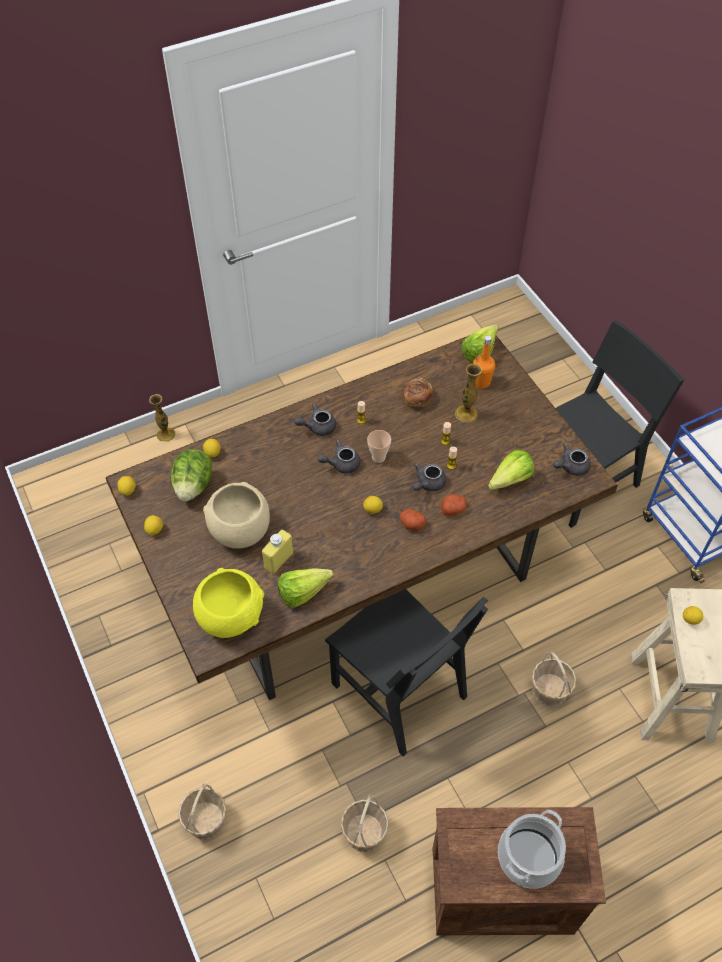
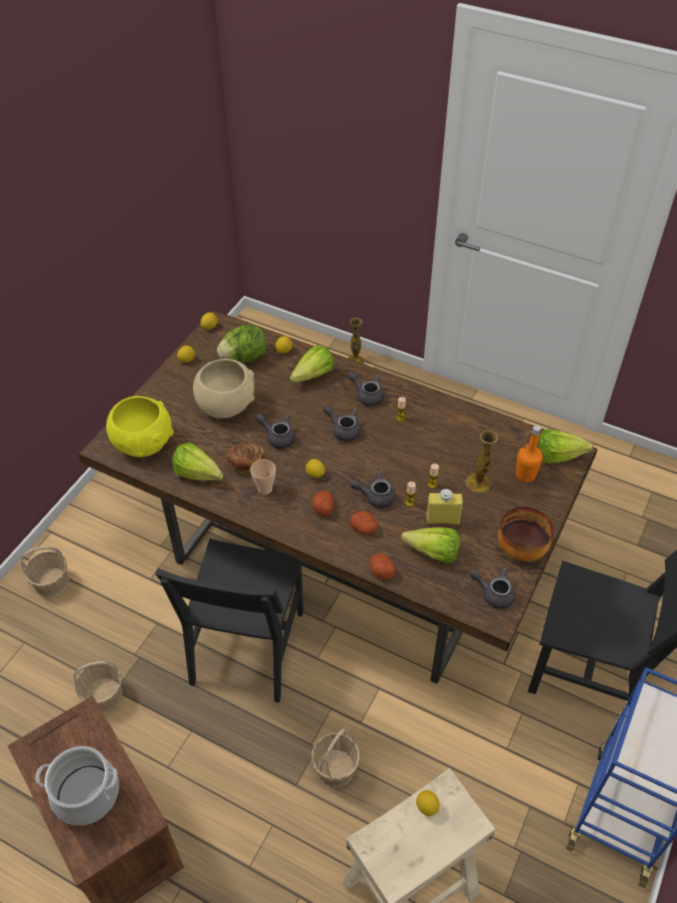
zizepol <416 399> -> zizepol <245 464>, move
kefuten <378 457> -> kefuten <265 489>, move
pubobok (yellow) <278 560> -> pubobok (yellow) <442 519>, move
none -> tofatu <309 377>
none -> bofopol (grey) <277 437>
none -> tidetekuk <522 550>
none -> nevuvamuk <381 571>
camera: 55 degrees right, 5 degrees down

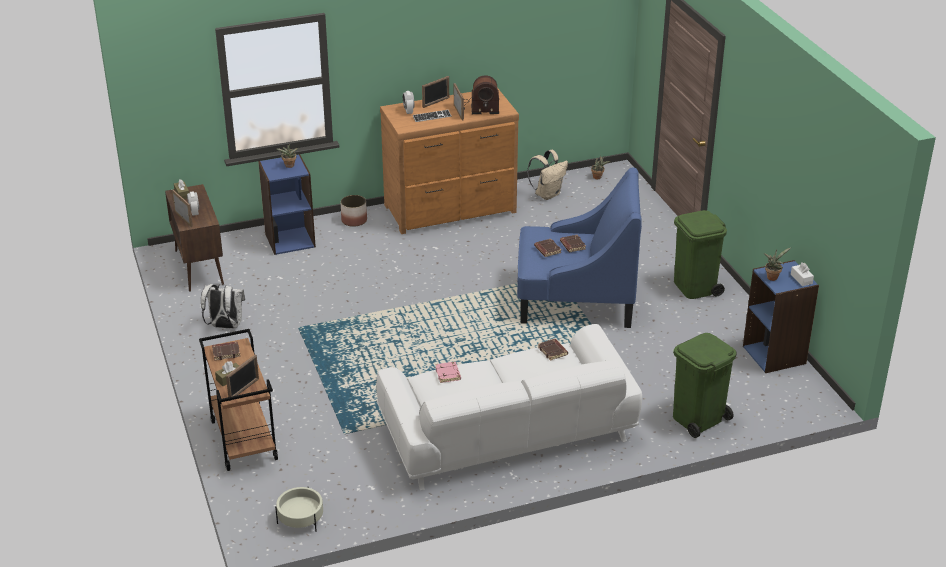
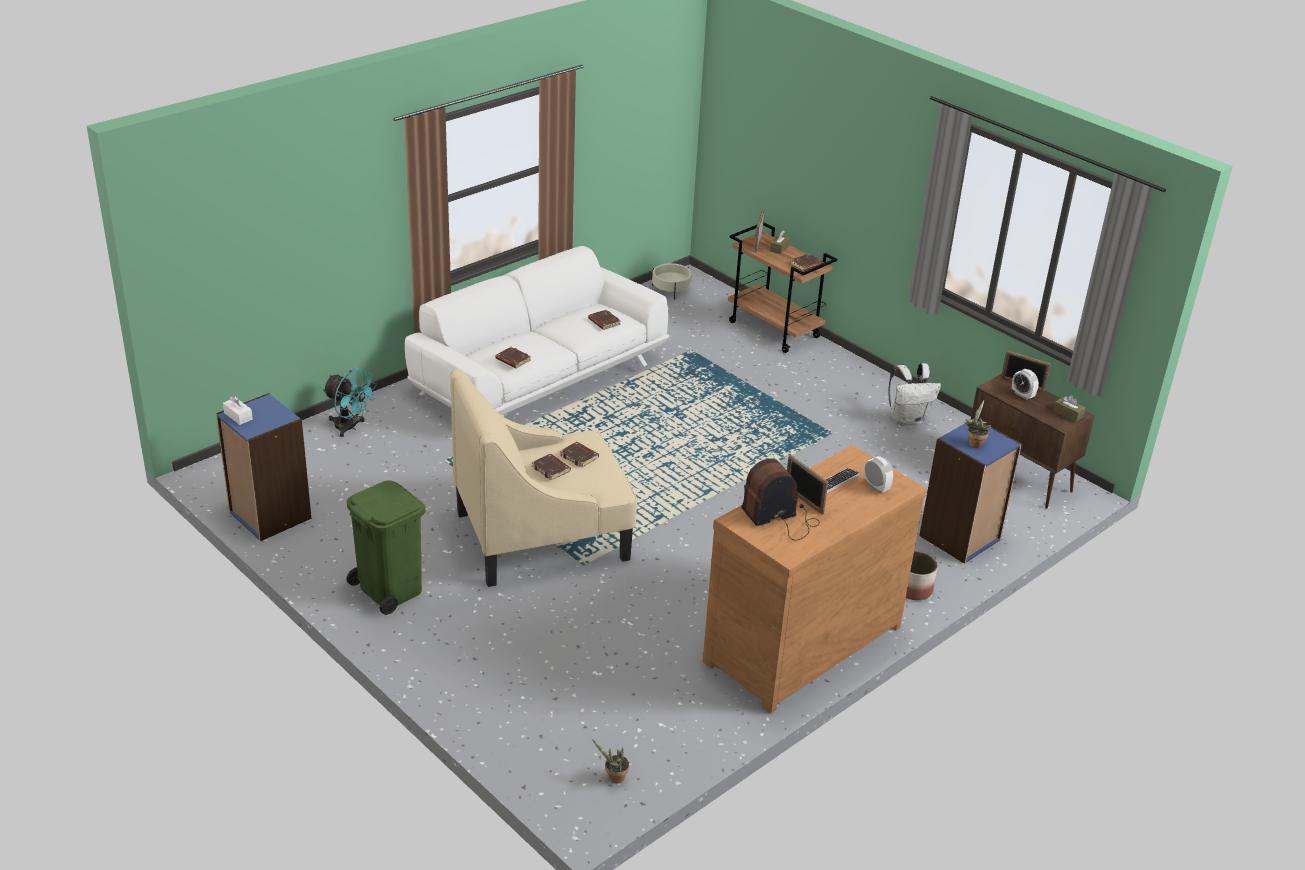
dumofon <436 102> -> none
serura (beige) <547 194> -> none
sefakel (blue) <574 299> -> sefakel (beige) <543 535>
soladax <772 277> -> none
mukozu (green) <698 419> -> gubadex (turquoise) <350 427>
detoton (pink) <448 374> -> detoton (brown) <603 322>
camera: 155 degrees right, 0 degrees up

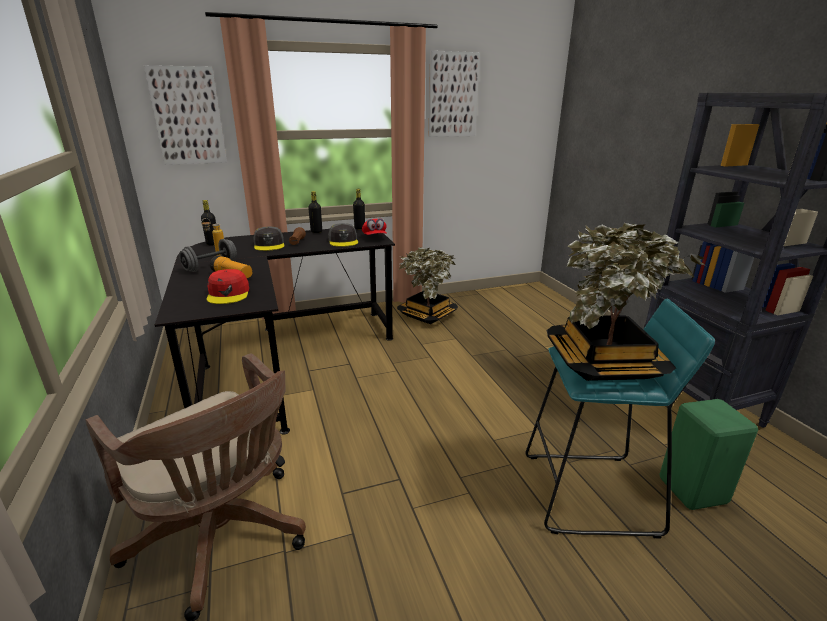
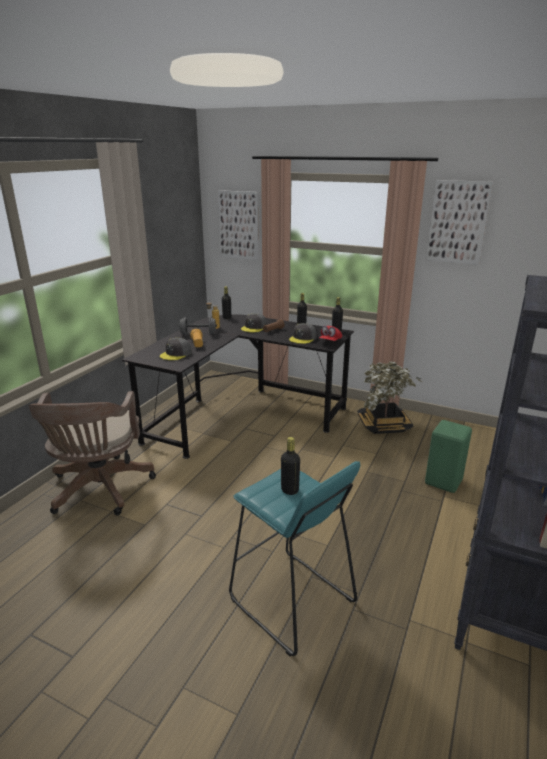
soladax <604 363> -> pubobok (black) <290 490>
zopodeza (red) <228 294> -> zopodeza (grey) <176 354>
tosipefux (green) <692 489> -> tosipefux (green) <444 481>, move
camera: 45 degrees right, 0 degrees up

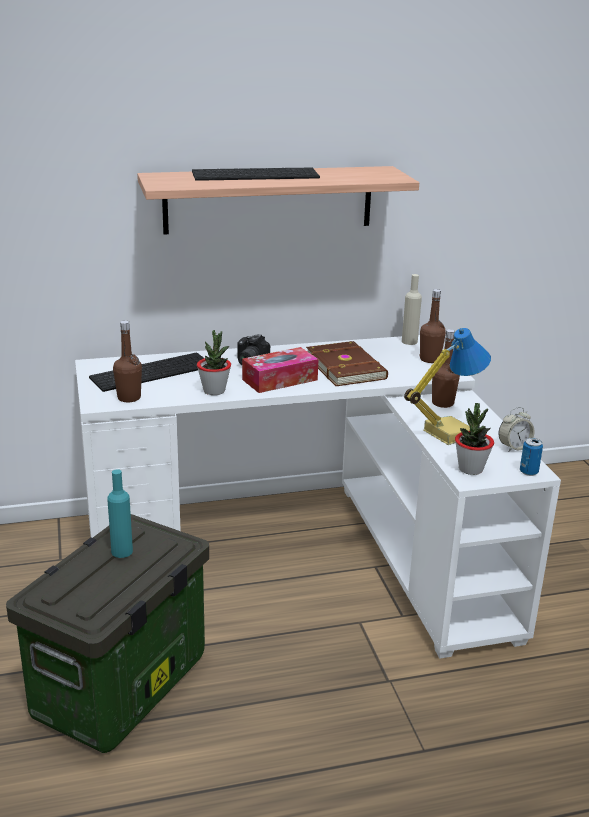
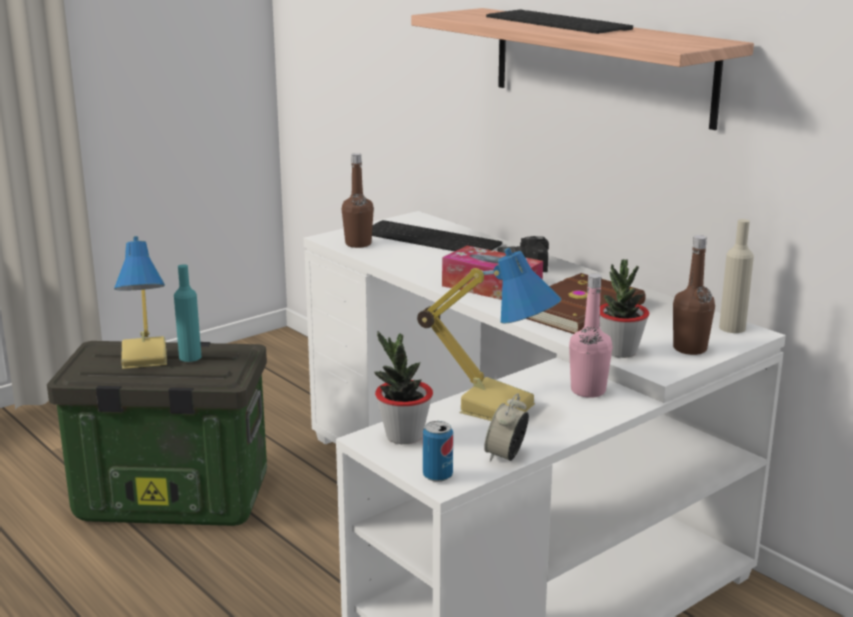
pubobok (brown) <442 403> -> pubobok (pink) <588 391>
soladax <214 391> -> soladax <620 351>, move
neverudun <514 447> -> neverudun <506 456>, 75 degrees clockwise
none -> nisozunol <147 357>
camera: 65 degrees right, 5 degrees down

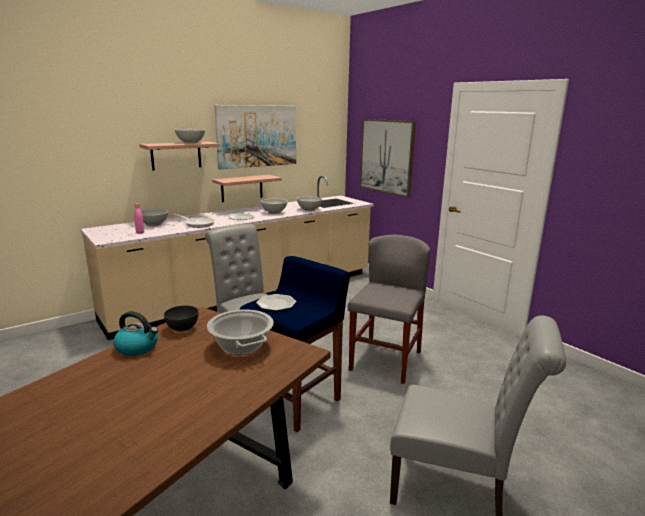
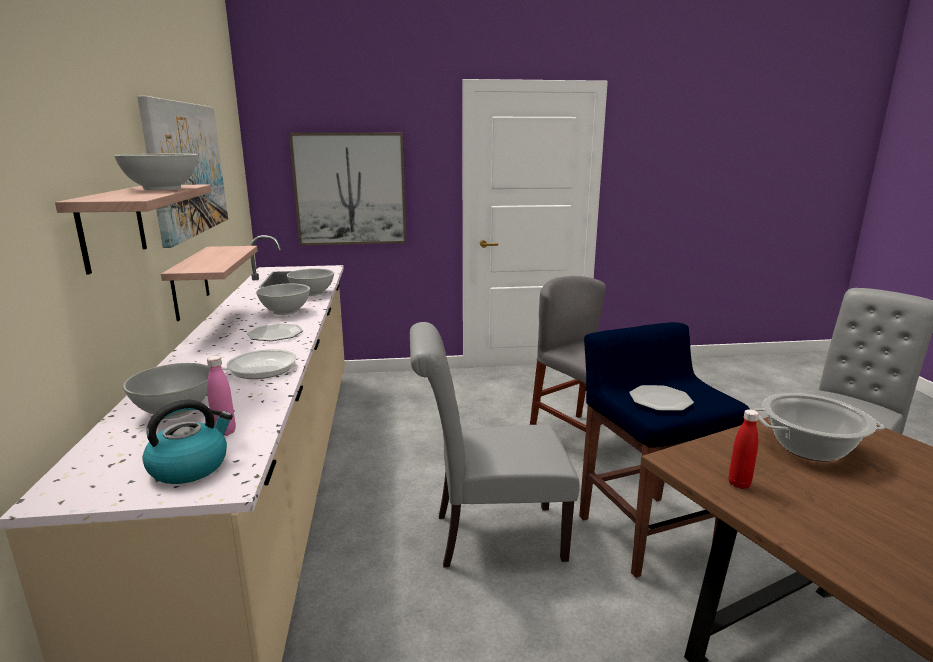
tidetekuk (grey) <182 328> -> pubobok (red) <739 484>
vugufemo <138 347> -> vugufemo <190 466>, move
camera: 60 degrees left, 0 degrees up

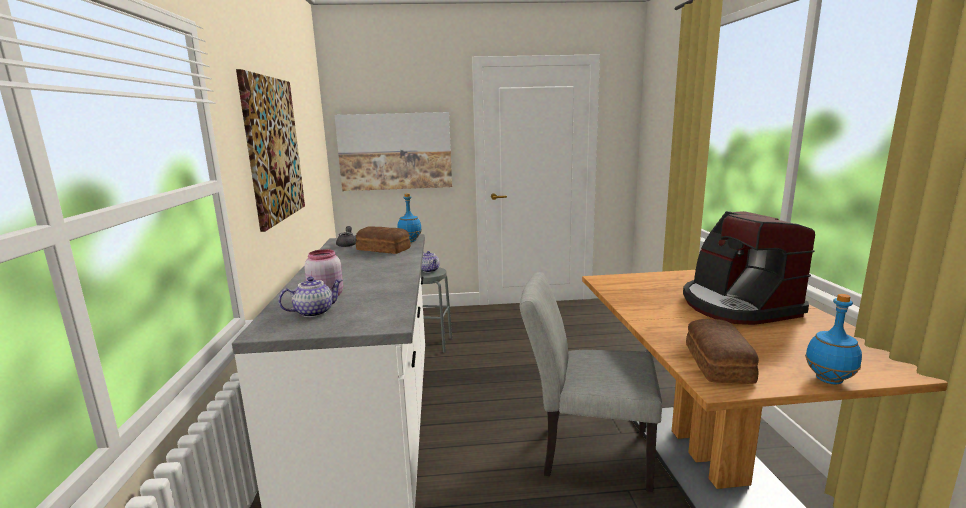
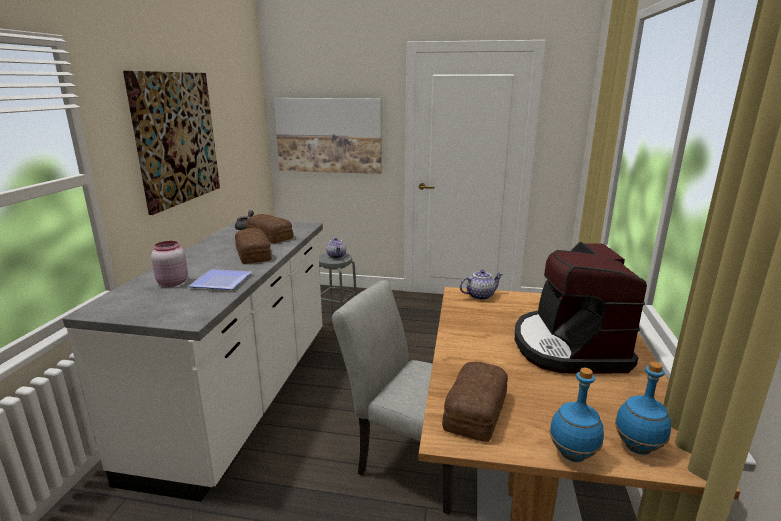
pubobok (blue) <410 241> -> pubobok (blue) <638 448>, move
bofopol <314 312> -> bofopol <480 295>, move
none -> zizepol <254 254>
none -> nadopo <223 281>
camera: 15 degrees right, 5 degrees up

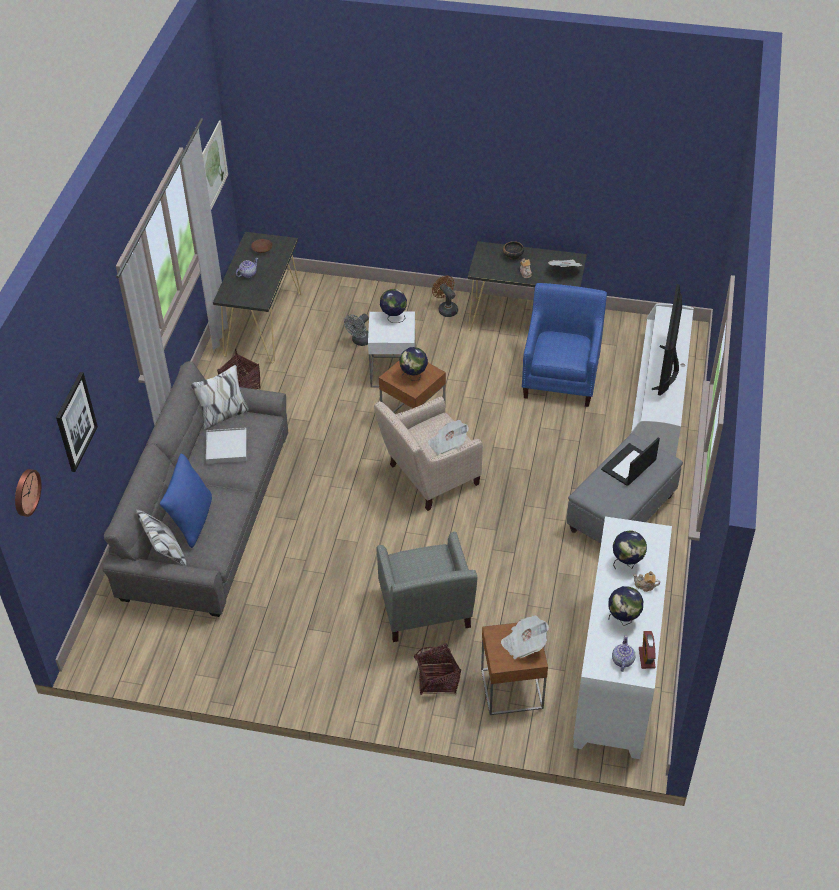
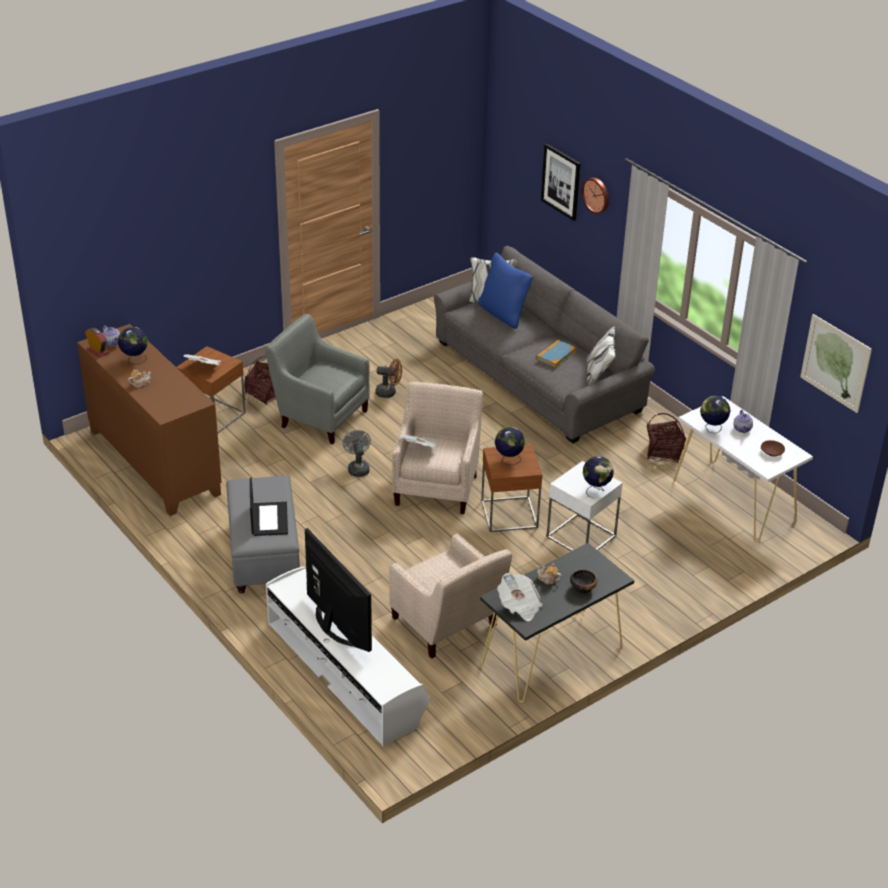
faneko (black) <263 324> -> faneko (white) <734 501>
gubadex (brown) <446 309> -> gubadex (brown) <389 393>, move
sefakel (blue) <561 378> -> sefakel (beige) <447 626>
gubadex (grey) <360 341> -> gubadex (grey) <358 468>, move
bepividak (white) <226 447> -> detoton <556 355>
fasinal <25 492> -> fasinal <596 195>, move
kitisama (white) <617 672> -> kitisama (brown) <153 462>
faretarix <627 563> -> faretarix <712 429>, move
camera: 130 degrees right, 10 degrees down

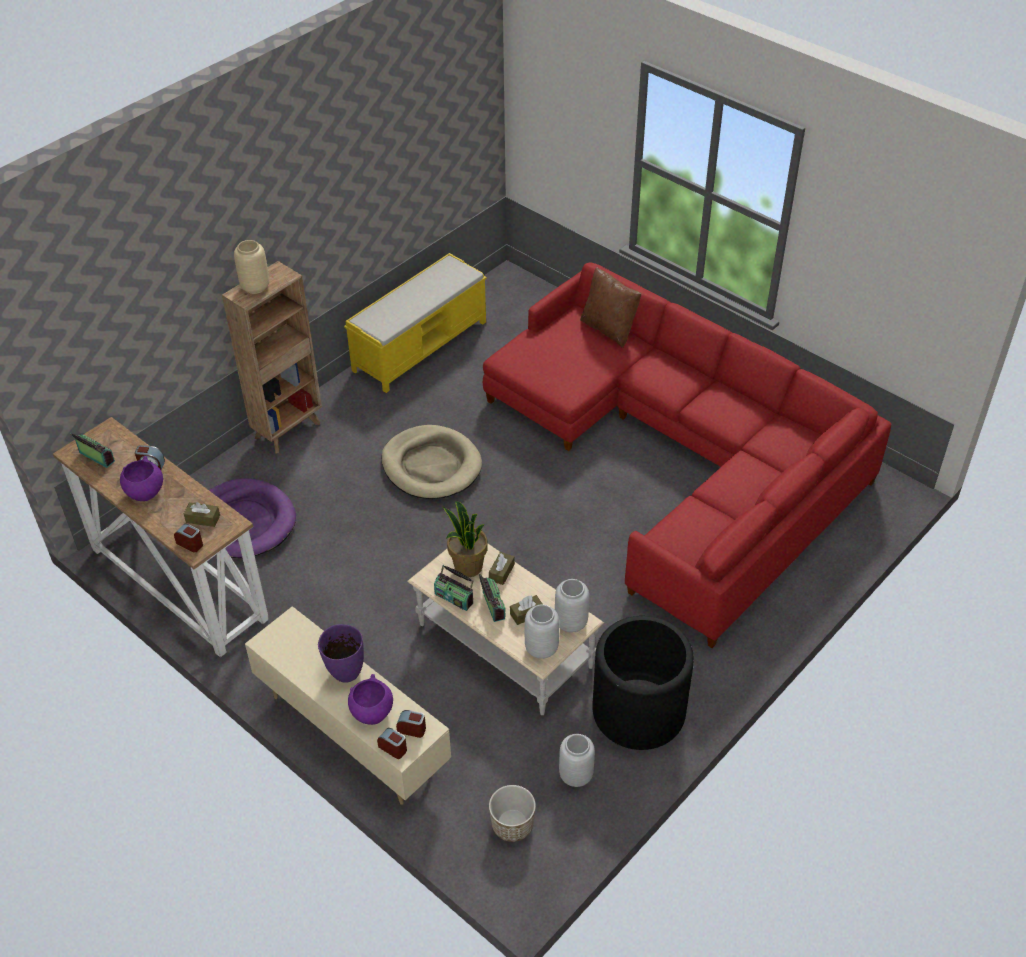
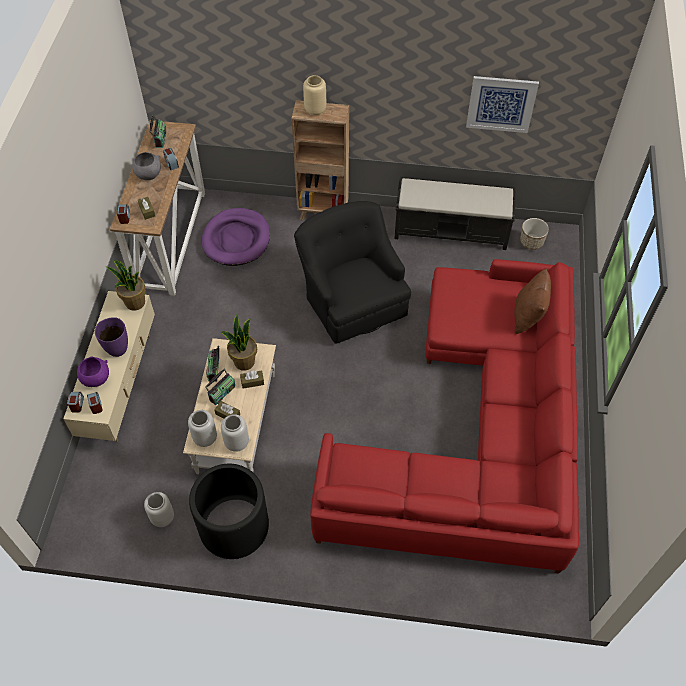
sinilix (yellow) <421 345> -> sinilix (black) <452 230>
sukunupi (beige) <431 466> -> sefakel (black) <352 299>
tidetekuk (purple) <145 493> -> tidetekuk (grey) <148 175>
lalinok <512 825> -> lalinok <531 242>, move
none -> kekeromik <501 104>
none -> soladax <134 303>
camera: 55 degrees right, 10 degrees up

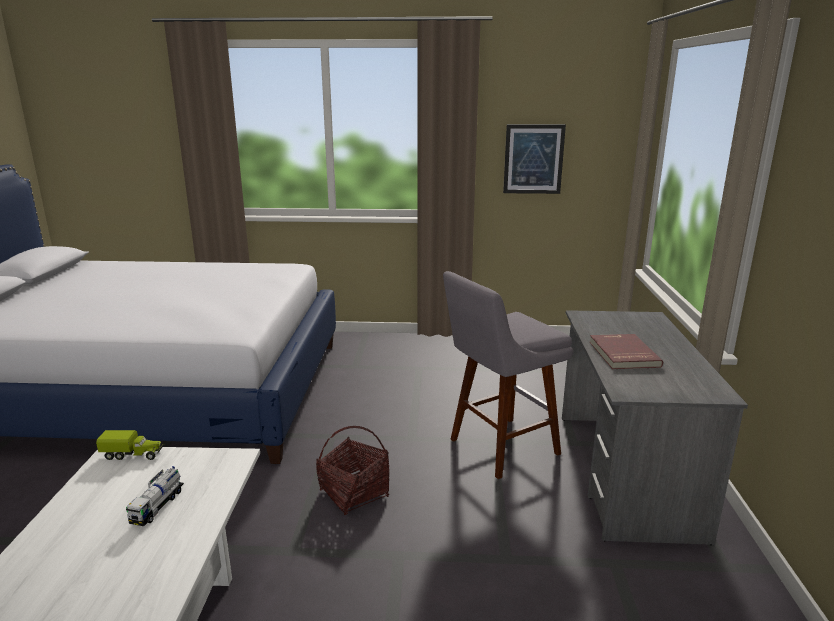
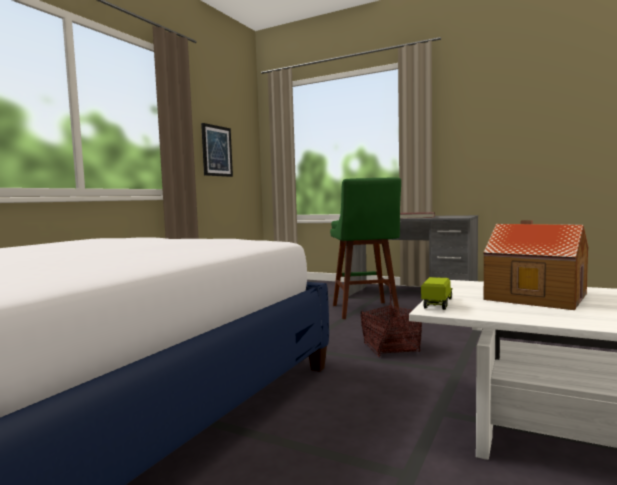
tosipefux (grey) <498 448> -> tosipefux (green) <365 311>
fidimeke <158 506> -> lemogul <534 296>
camera: 65 degrees left, 15 degrees down

